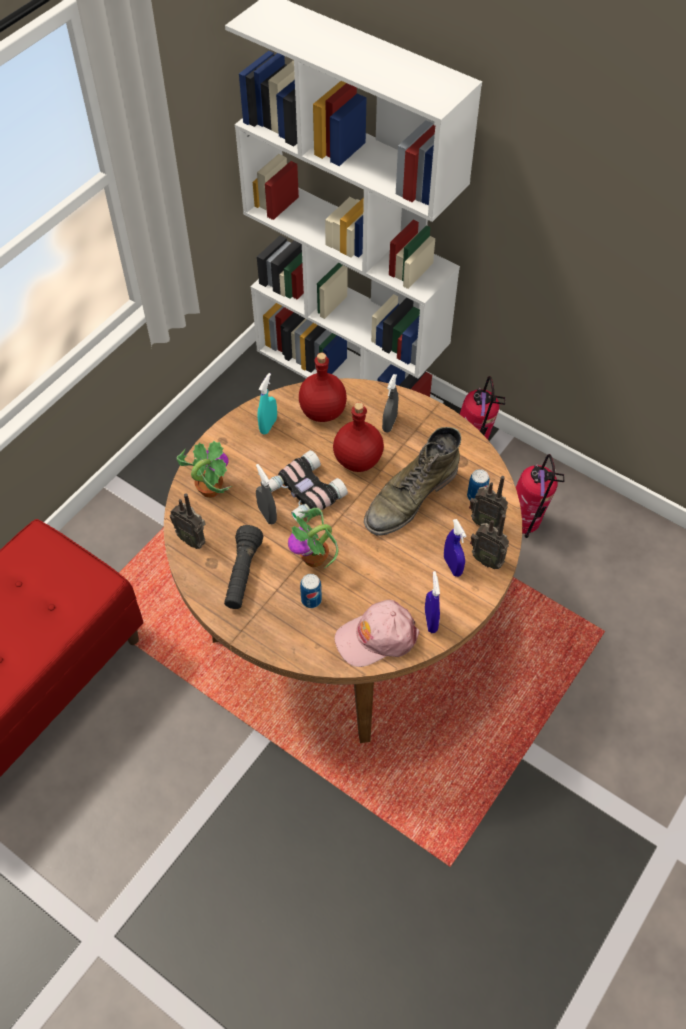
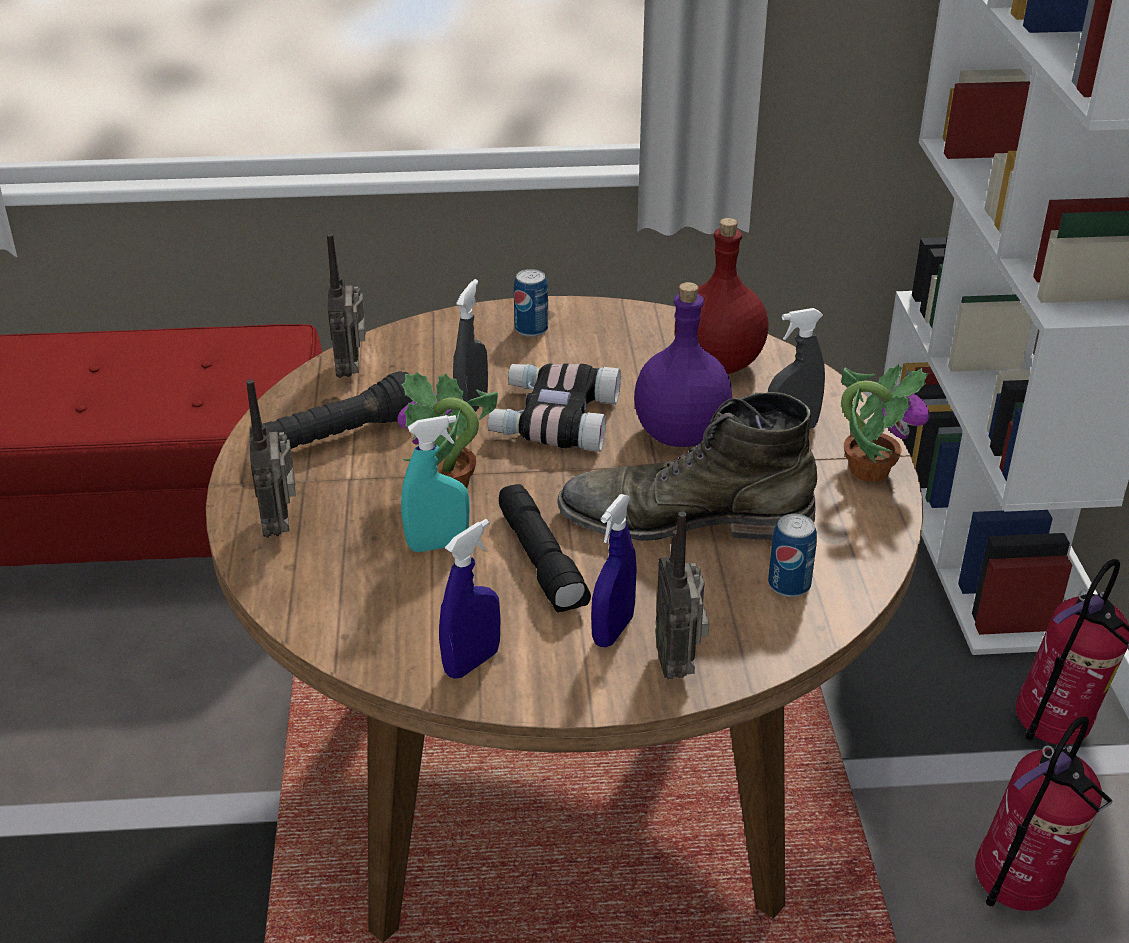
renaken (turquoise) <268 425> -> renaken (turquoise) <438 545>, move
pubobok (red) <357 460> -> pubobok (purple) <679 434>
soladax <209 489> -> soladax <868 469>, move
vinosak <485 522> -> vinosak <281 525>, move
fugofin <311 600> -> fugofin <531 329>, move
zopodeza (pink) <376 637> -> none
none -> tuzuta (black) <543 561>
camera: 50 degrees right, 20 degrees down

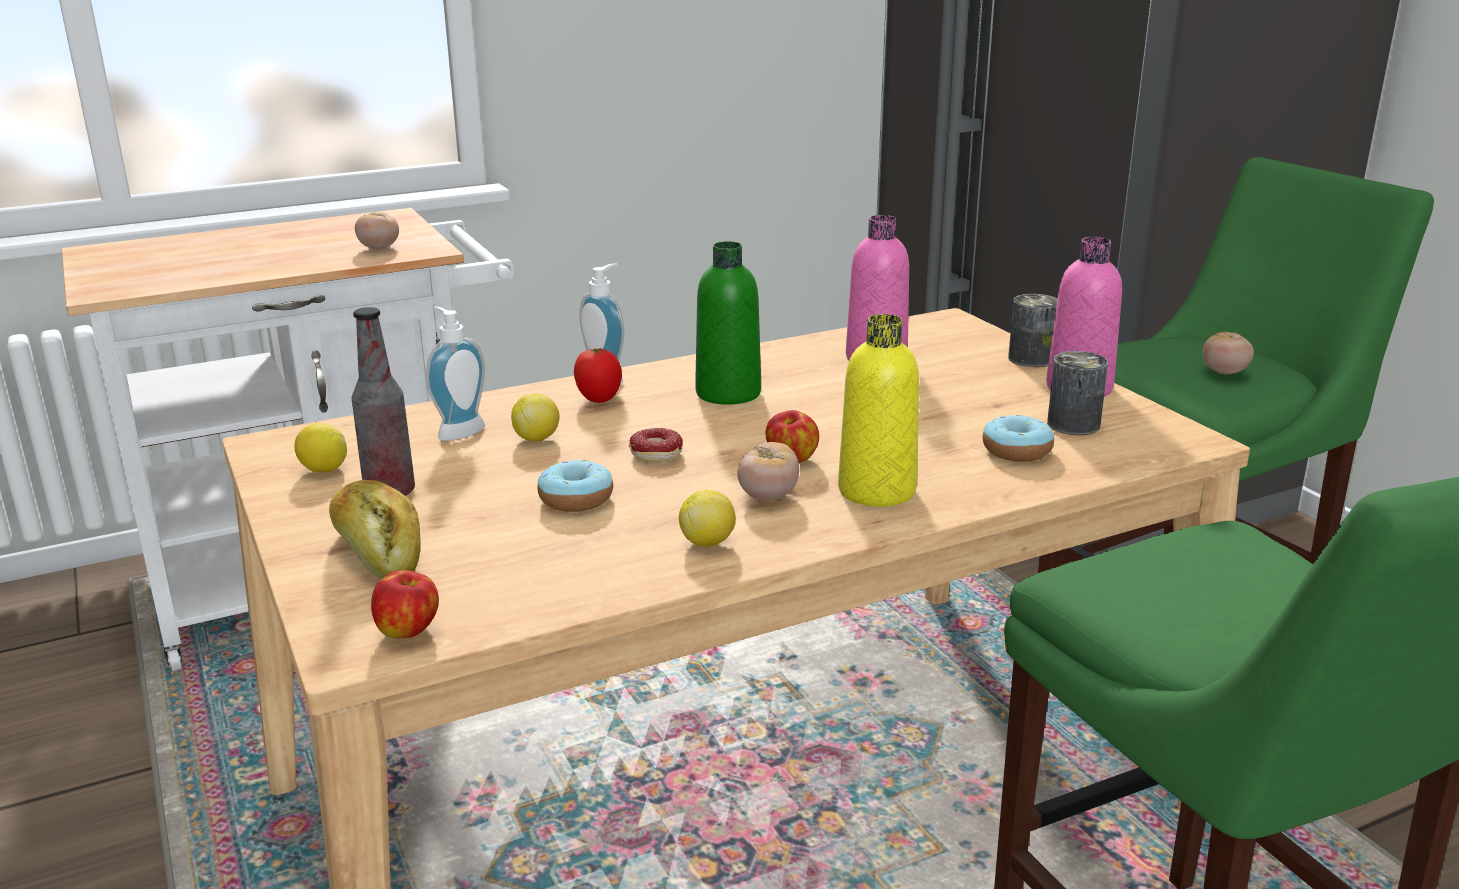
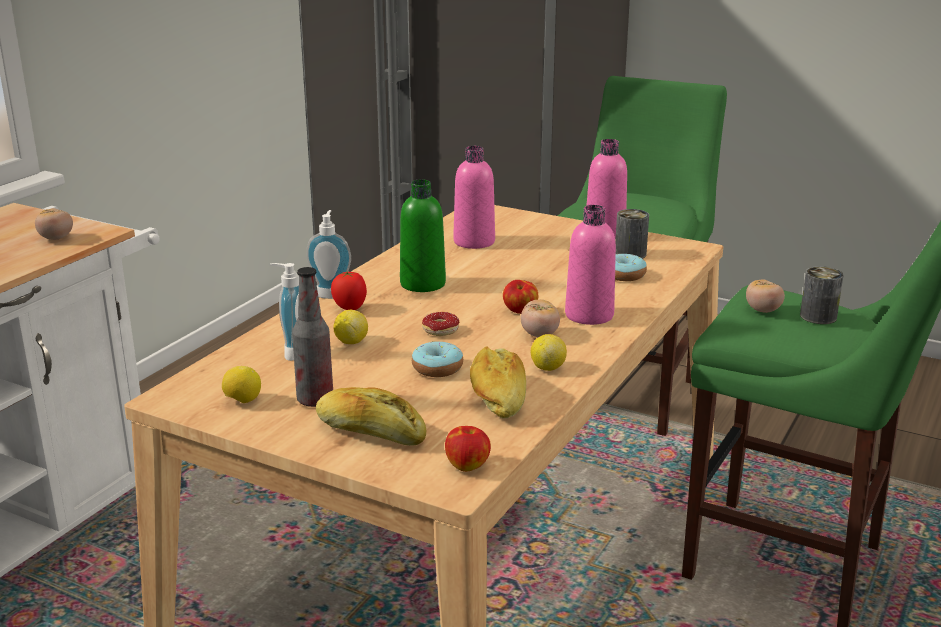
fugofin <1031 359> -> fugofin <818 316>, move
pubobok (yellow) <876 490> -> pubobok (pink) <589 315>
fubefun <1224 372> -> fubefun <763 310>, move
none -> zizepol <496 397>
camera: 35 degrees left, 0 degrees up

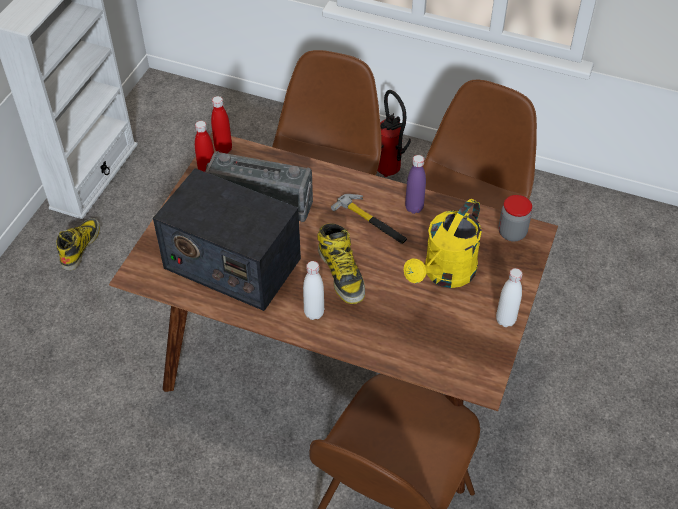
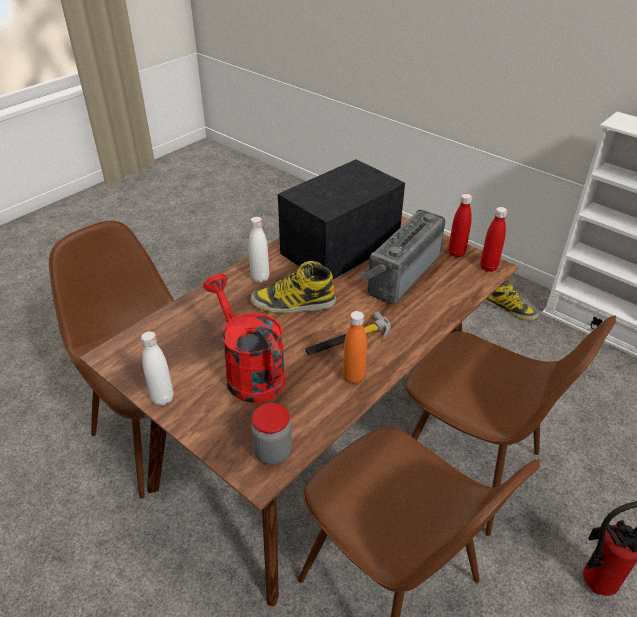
pubobok (purple) <414 208> -> pubobok (orange) <353 377>
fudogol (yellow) <444 274> -> fudogol (red) <249 371>
camera: 110 degrees right, 10 degrees down

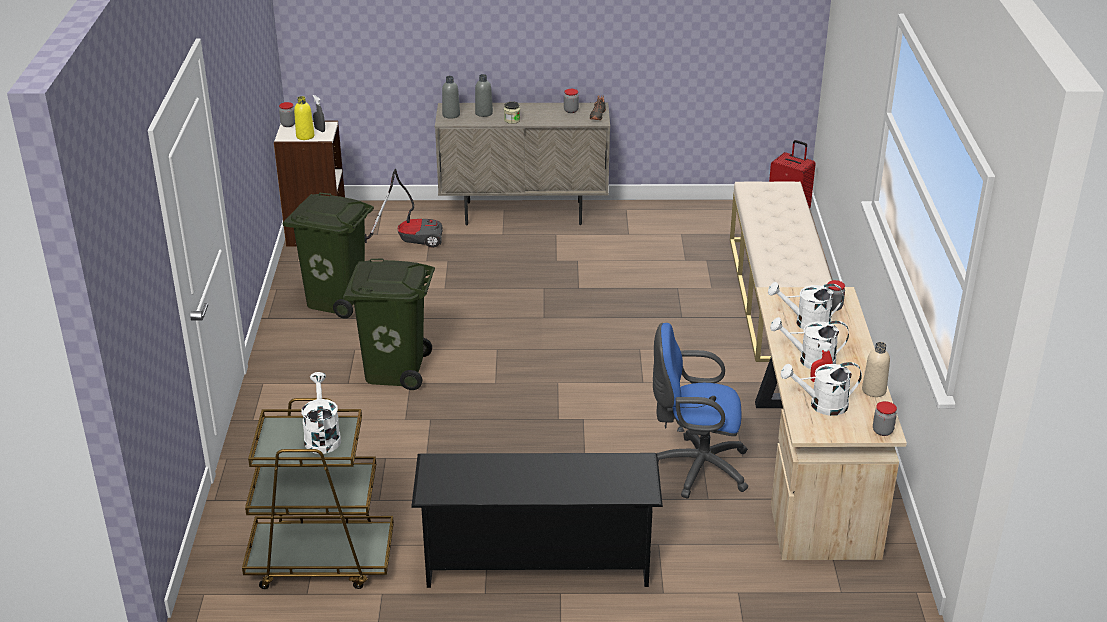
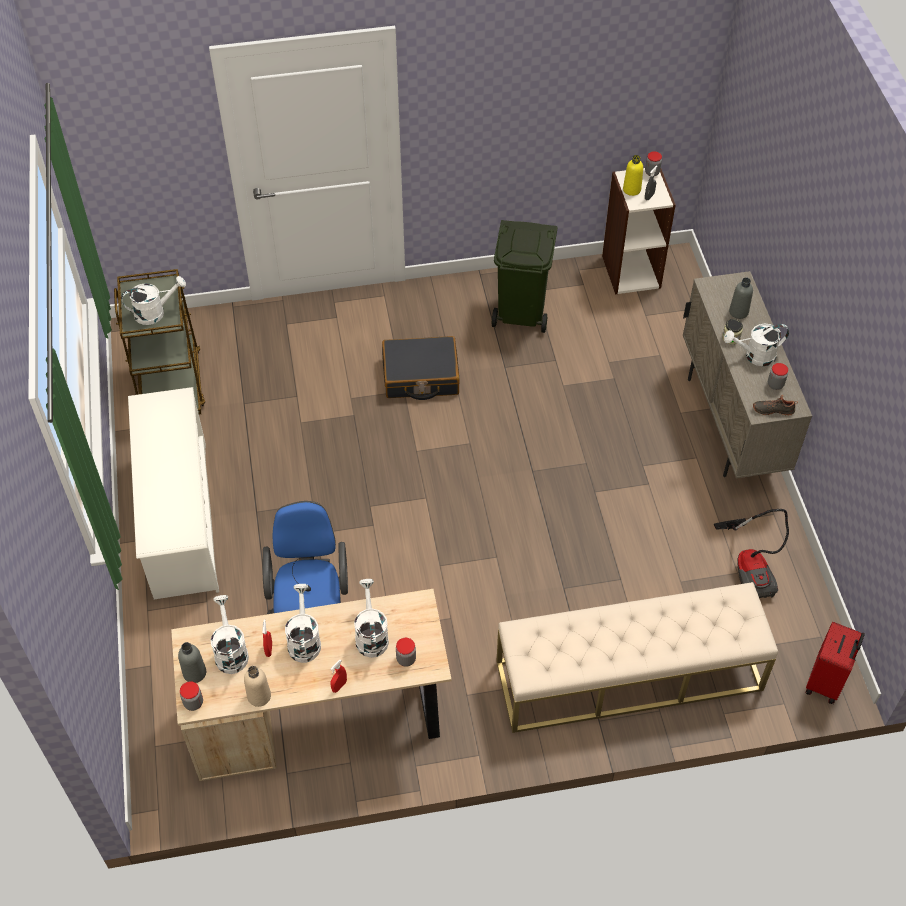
pubobok (grey) <451 115> -> pubobok (grey) <194 673>, move
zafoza <408 239> -> zafoza <751 568>, move
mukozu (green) <394 370> -> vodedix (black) <420 376>
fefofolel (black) <537 560> -> fefofolel (white) <180 519>
none -> fudogol (white) <754 356>
none -> renaken (red) <339 686>
camera: 80 degrees right, 20 degrees up

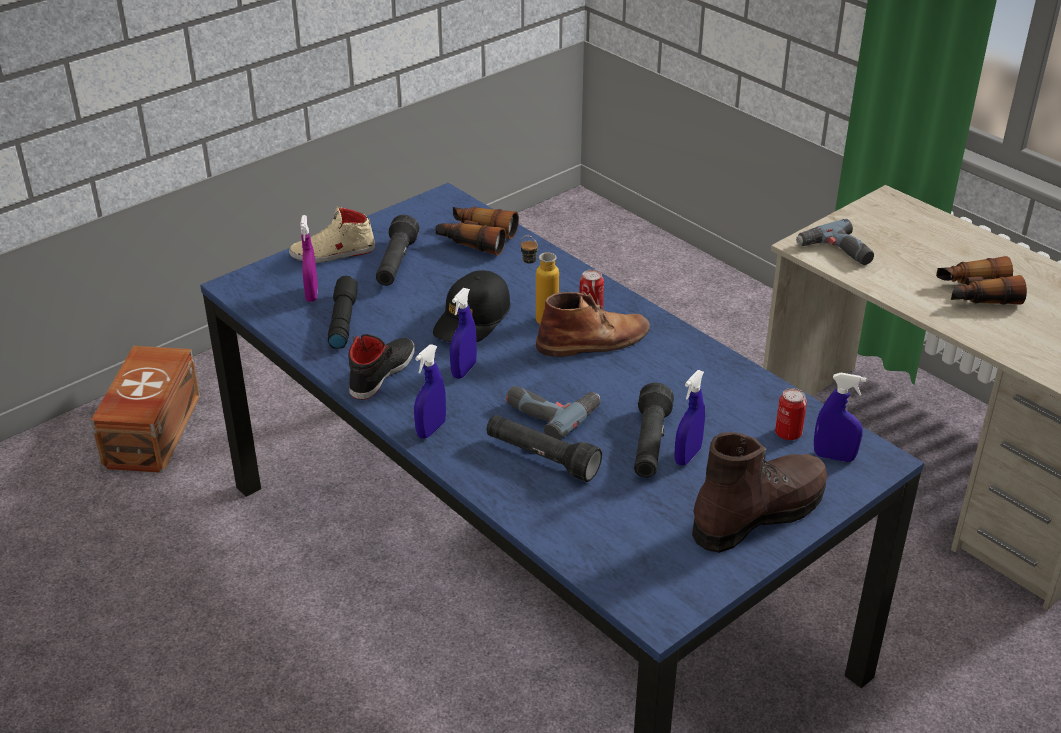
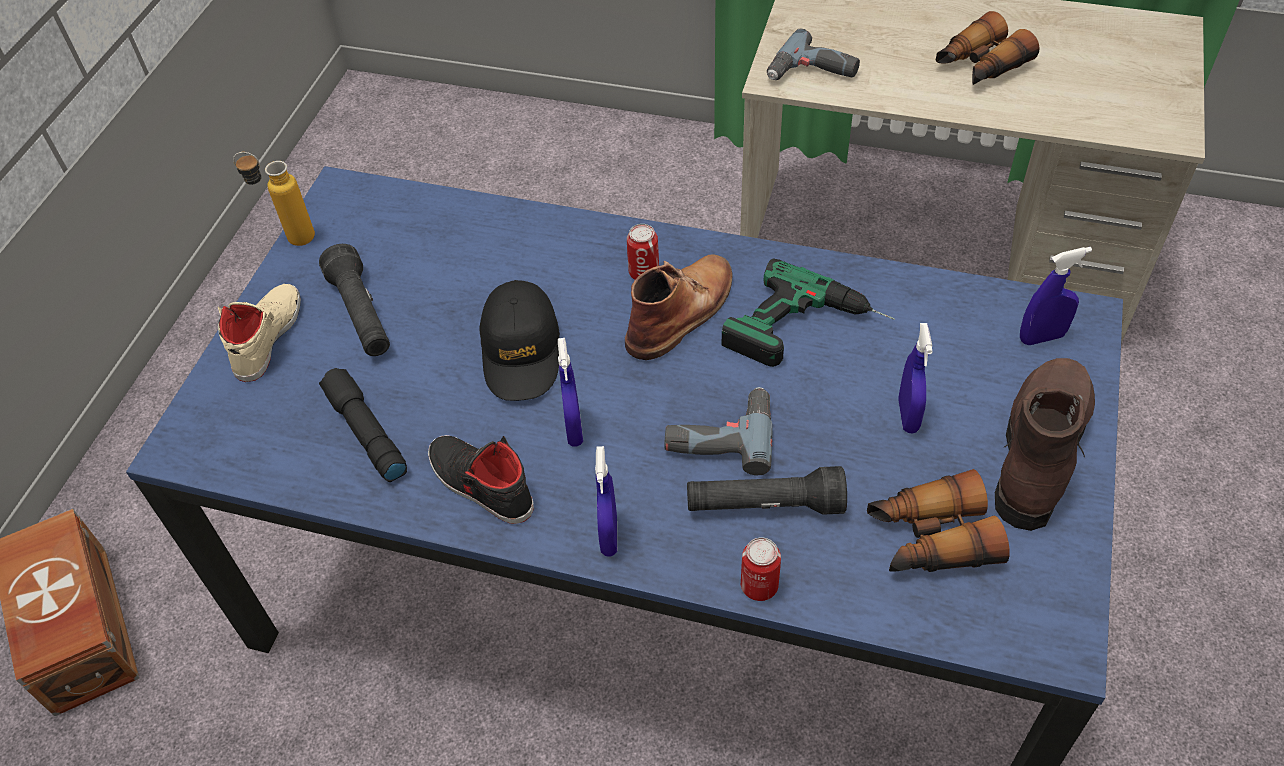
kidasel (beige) <333 253> -> kidasel (beige) <267 336>, 150 degrees clockwise
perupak <475 238> -> perupak <930 538>, move
renaken (purple) <312 294> -> none
pubobok <538 318> -> pubobok <290 237>, move
kidasel (black) <381 372> -> kidasel (black) <479 484>, 45 degrees counterclockwise
tuzuta (black) <650 445> -> none
fugofin <788 433> -> fugofin <759 586>, move
none -> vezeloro <809 331>
camera: 30 degrees left, 15 degrees up

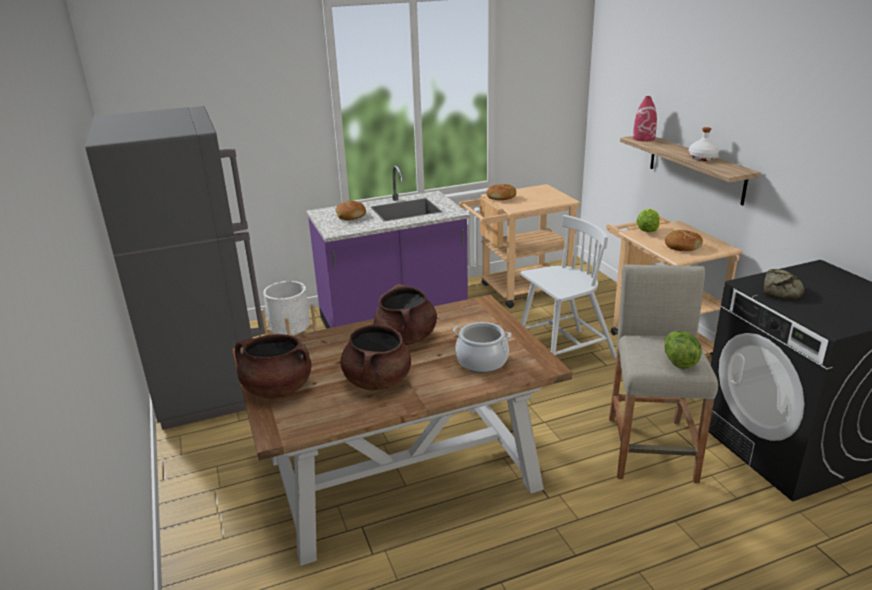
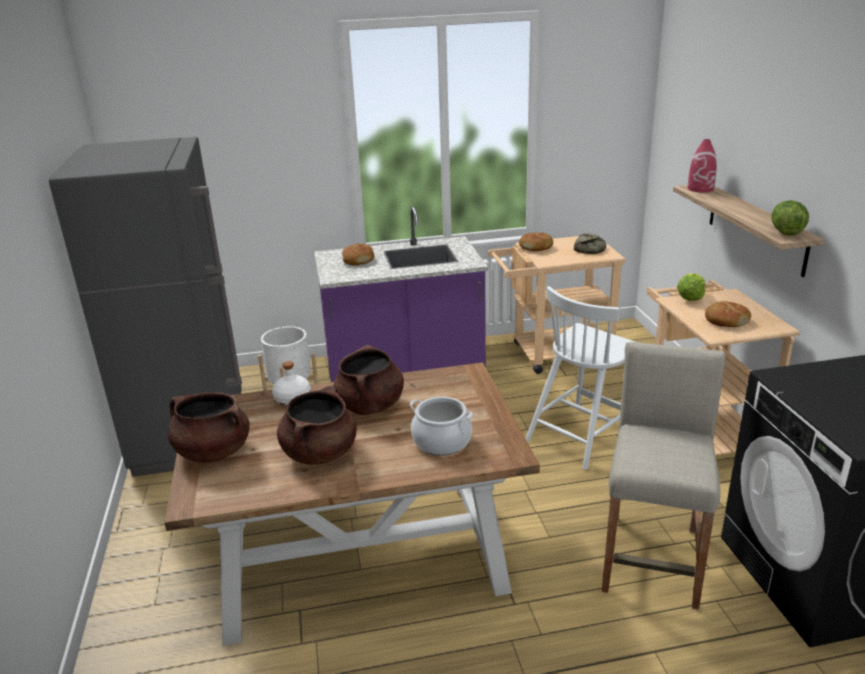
pubobok (white) <702 158> -> pubobok (white) <292 399>, move
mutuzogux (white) <563 354> -> mutuzogux (white) <583 434>, 150 degrees clockwise
zizepol <780 290> -> zizepol <590 249>, move
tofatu <679 361> -> tofatu <785 232>, move
camera: 10 degrees right, 0 degrees up

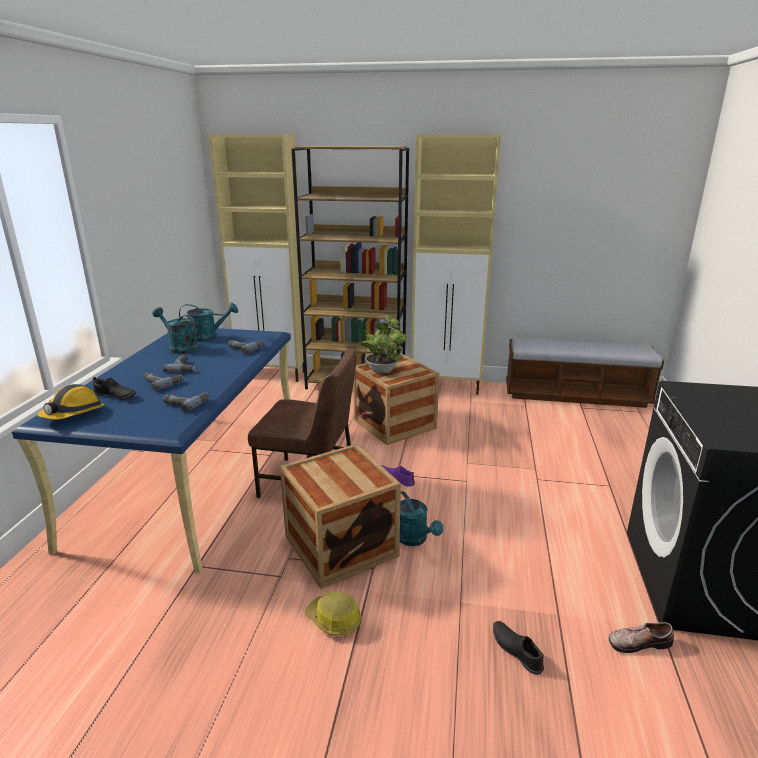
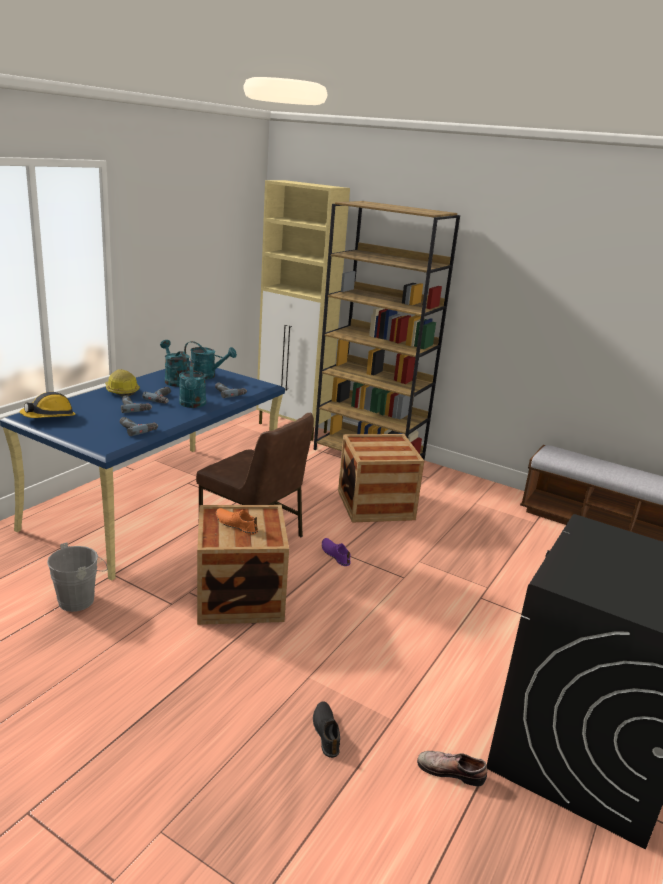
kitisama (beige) <447 386> -> none
soladax <382 369> -> none
kidasel (black) <115 396> -> none
fudogol (turquoise) <415 539> -> fudogol (turquoise) <192 405>, move
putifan <334 620> -> putifan <121 391>, move
none -> kidasel (orange) <236 524>
none -> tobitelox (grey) <80 599>
camera: 20 degrees right, 0 degrees up

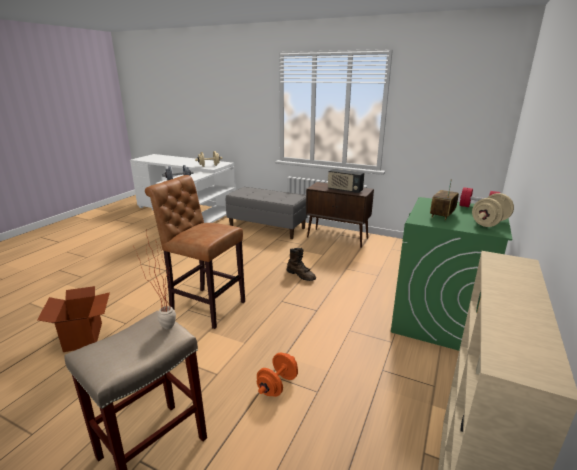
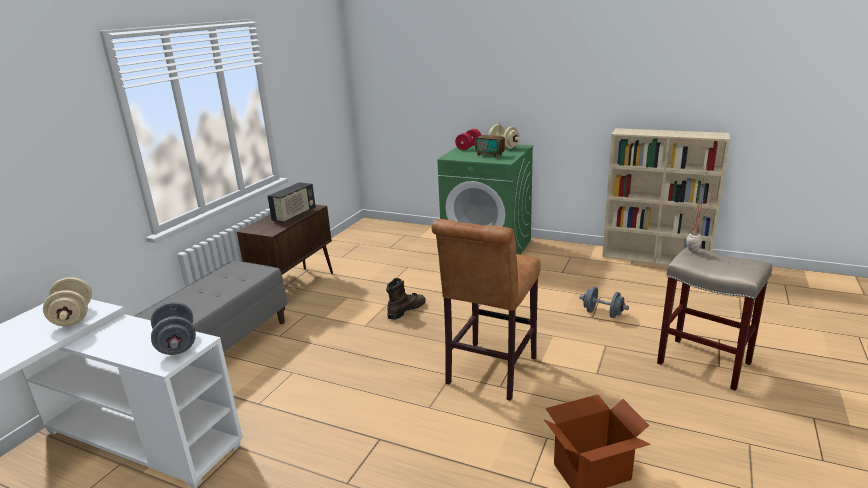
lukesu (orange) <277 385> -> lukesu (grey) <602 313>
camera: 90 degrees left, 0 degrees up

